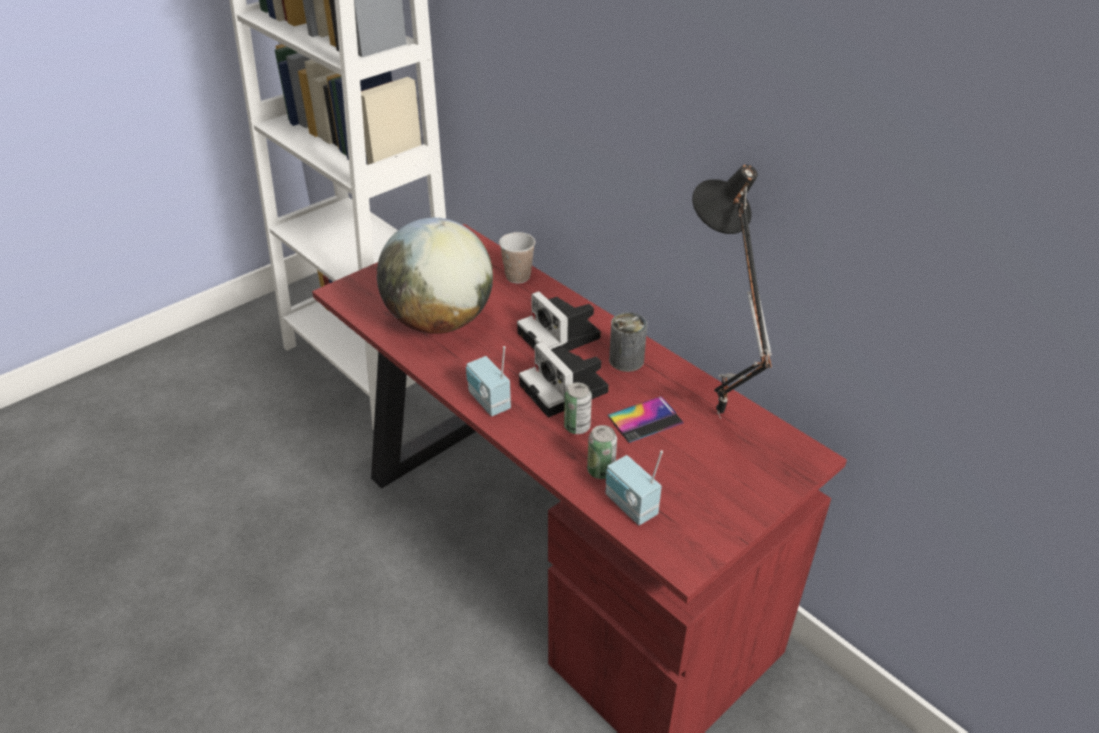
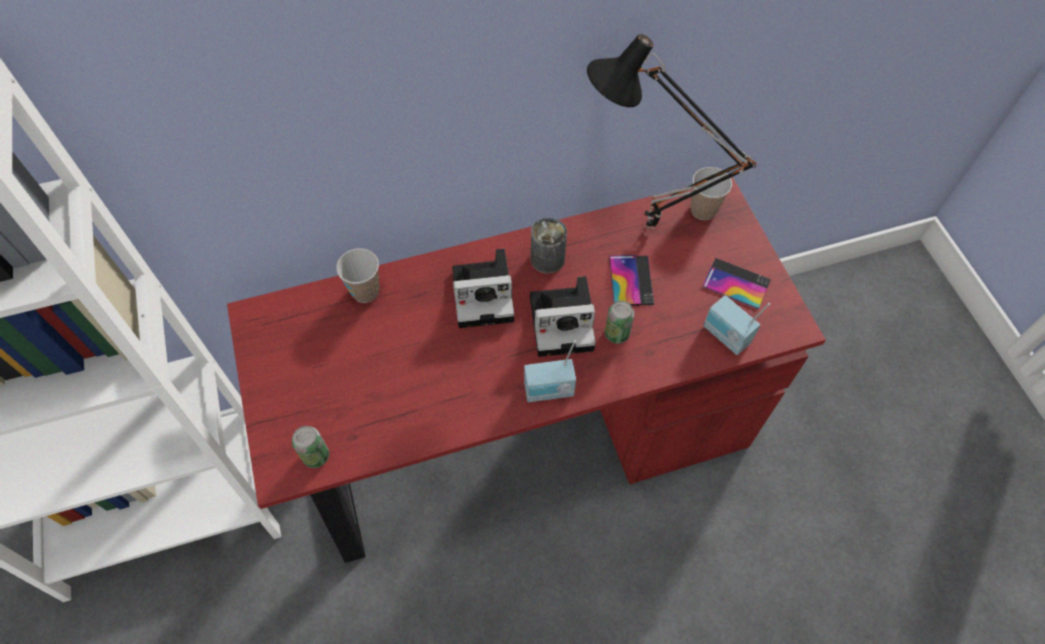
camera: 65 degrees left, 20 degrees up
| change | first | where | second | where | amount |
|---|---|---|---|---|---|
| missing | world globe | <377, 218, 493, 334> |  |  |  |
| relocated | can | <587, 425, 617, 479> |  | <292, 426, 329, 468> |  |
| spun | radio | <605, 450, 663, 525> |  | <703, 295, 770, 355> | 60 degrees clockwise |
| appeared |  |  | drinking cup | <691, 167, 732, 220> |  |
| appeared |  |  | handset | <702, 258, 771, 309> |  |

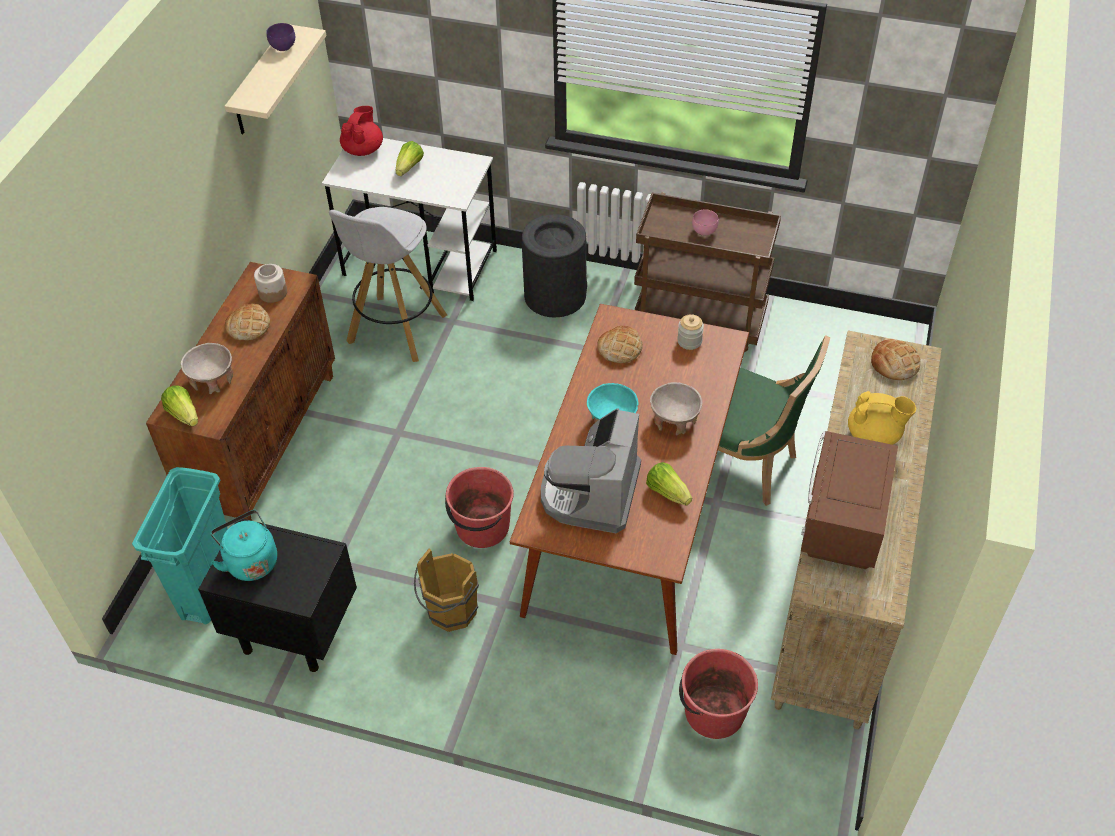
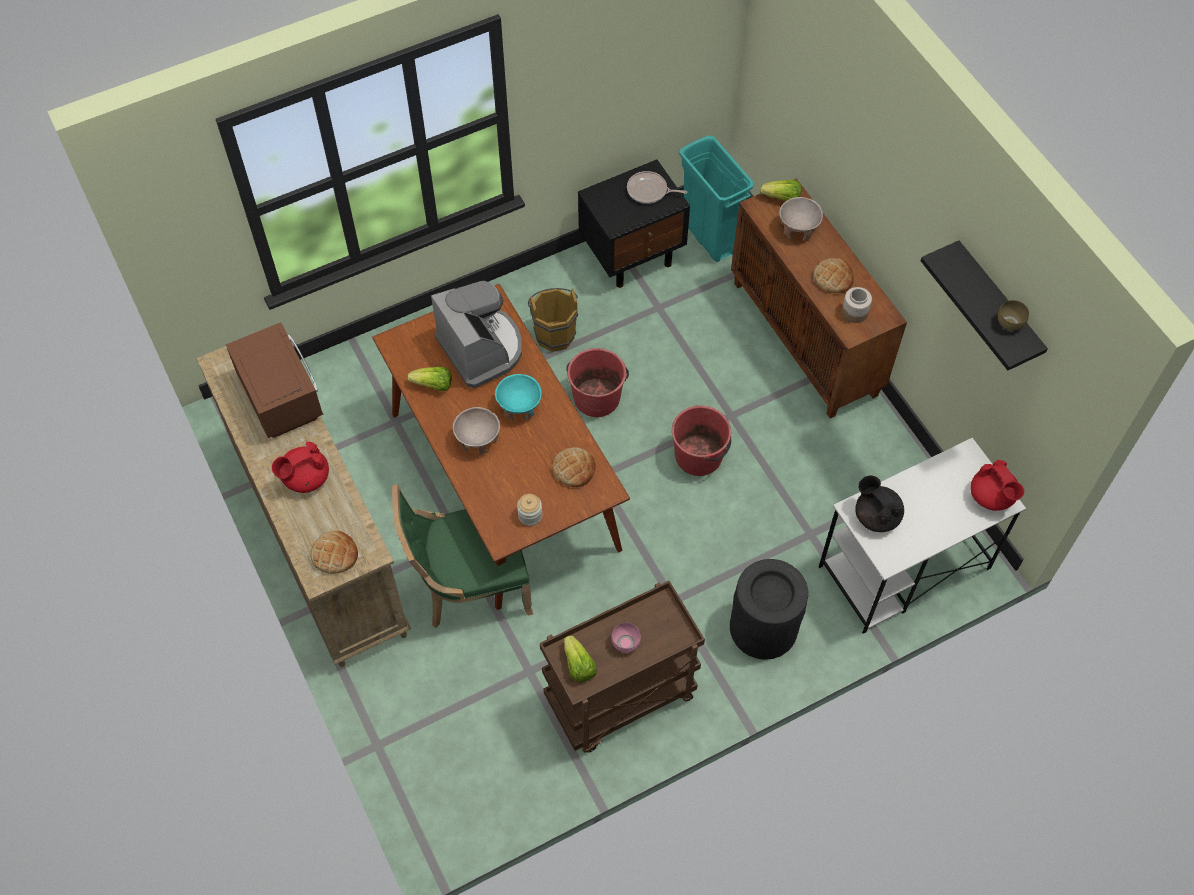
camera: 135 degrees right, 10 degrees up
| change | first | where | second | where | amount |
|---|---|---|---|---|---|
| exchanged | blue-green kettle | <211, 510, 277, 581> | frying pan | <627, 171, 687, 204> |  |
| colour | beige-coloured shelf | <224, 25, 326, 134> | black shelf | <921, 241, 1048, 371> |  |
| colour | purplish deep dish | <266, 23, 295, 51> | brown-coloured deep dish | <998, 300, 1029, 331> |  |
| missing | white-coloured sitting stool | <329, 207, 447, 362> |  |  |  |
| relocated | head of lettuce | <396, 141, 424, 176> |  | <564, 635, 597, 682> |  |
| relocated | red pail | <679, 649, 758, 739> |  | <672, 405, 731, 476> |  |
| colour | yellow teapot | <848, 391, 916, 445> | red teapot | <272, 442, 329, 493> |  |
| appeared |  |  | black teapot | <855, 475, 904, 532> |  |

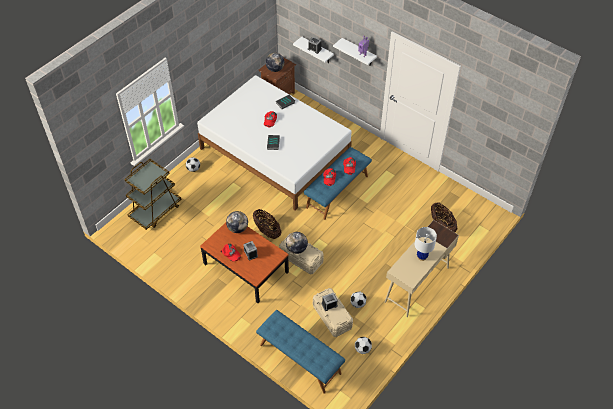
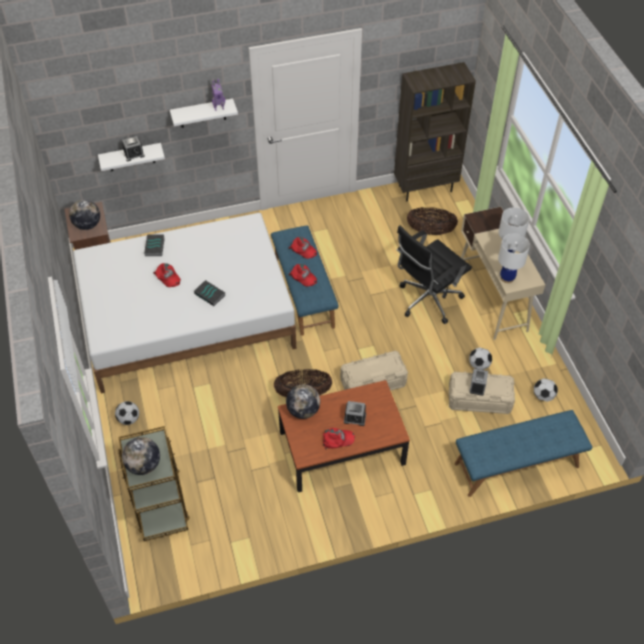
camera: 55 degrees left, 0 degrees up
| change | first | where | second | where | amount |
|---|---|---|---|---|---|
| relocated | world globe | <286, 232, 308, 254> |  | <122, 437, 160, 475> |  |
| appeared |  |  | brown-coloured bookcase | <394, 62, 476, 201> |  |
| appeared |  |  | black office chair | <397, 225, 472, 324> |  |
| appeared |  |  | white-coloured table lamp | <498, 233, 530, 283> |  |

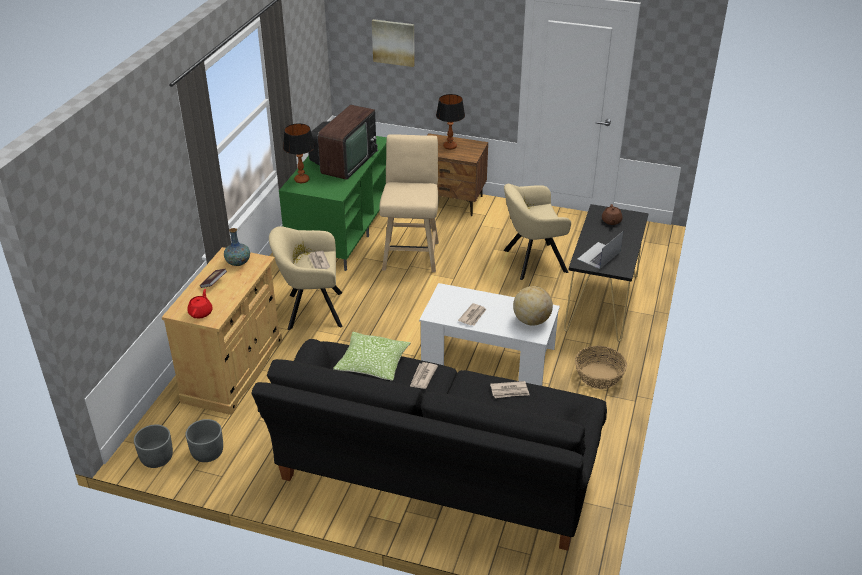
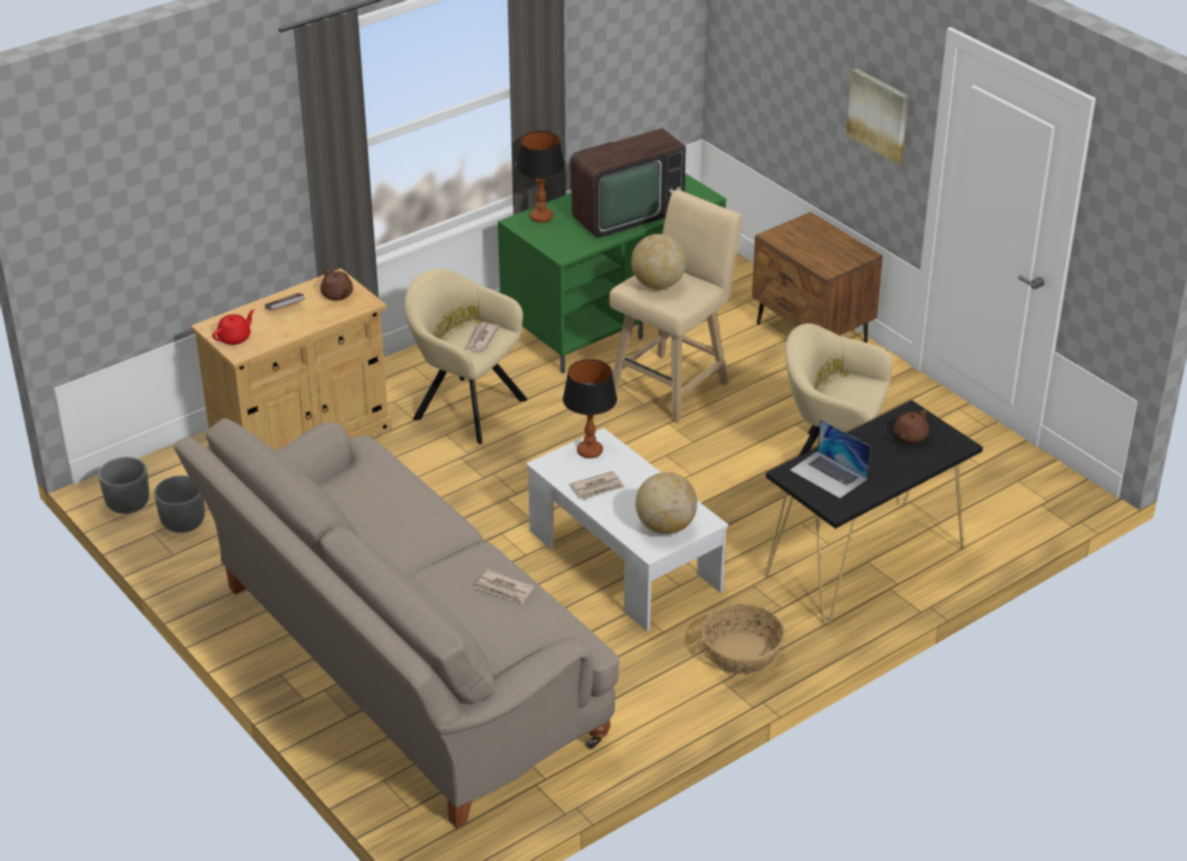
camera: 35 degrees right, 0 degrees up
| change | first | where | second | where | amount |
|---|---|---|---|---|---|
| exchanged | flower vase | <224, 228, 250, 266> | brown-coloured teapot | <320, 269, 353, 301> |  |
| colour | black sofa | <251, 339, 607, 551> | beige-coloured sofa | <173, 418, 619, 828> |  |
| missing | cushion | <333, 332, 411, 381> |  |  |  |
| relocated | wall picture | <372, 19, 415, 67> |  | <846, 68, 908, 164> |  |
| missing | newspaper | <410, 362, 438, 389> |  |  |  |
| relocated | table lamp | <436, 94, 465, 149> |  | <563, 359, 617, 458> |  |
| spun | laptop | <578, 231, 623, 269> |  | <790, 419, 871, 498> | 120 degrees counterclockwise |
| appeared |  |  | world globe | <631, 234, 686, 289> |  |

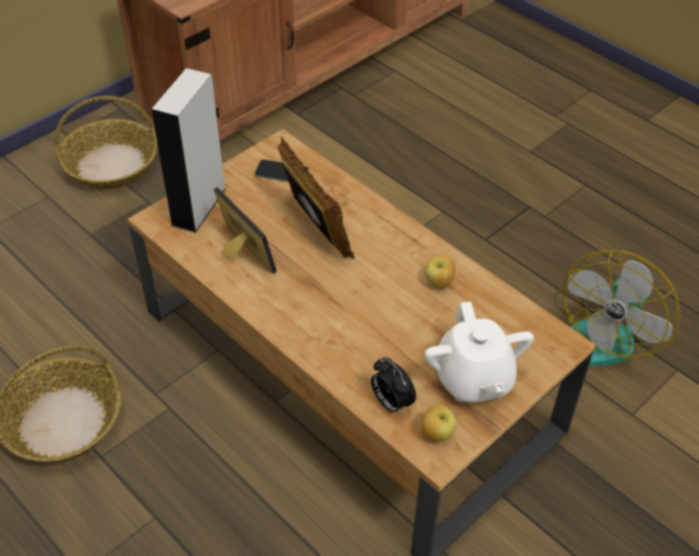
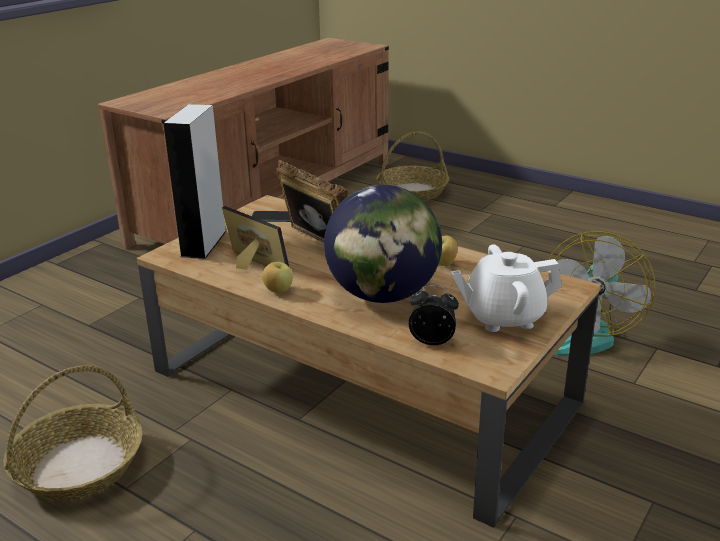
camera: 10 degrees left, 20 degrees down
| change | first | where | second | where | amount |
|---|---|---|---|---|---|
| relocated | storage basket | <54, 96, 158, 189> |  | <376, 131, 449, 201> |  |
| spun | table clock | <371, 358, 416, 415> |  | <409, 285, 459, 345> | 150 degrees clockwise |
| relocated | apple fruit | <421, 405, 456, 441> |  | <262, 262, 293, 293> |  |
| spun | white-coloured teapot | <424, 302, 534, 403> |  | <450, 244, 562, 332> | 105 degrees clockwise |
| appeared |  |  | world globe | <324, 185, 442, 303> |  |

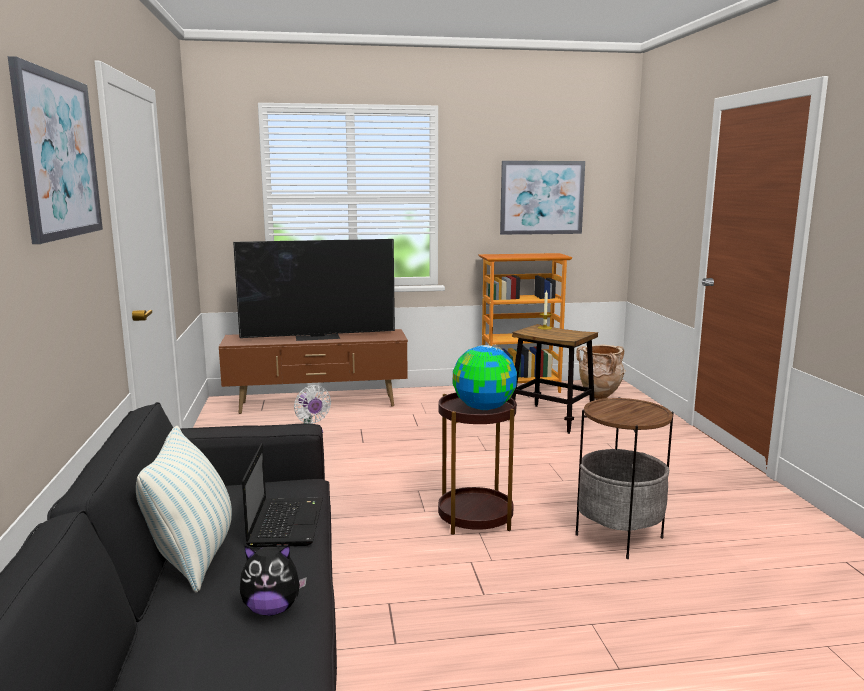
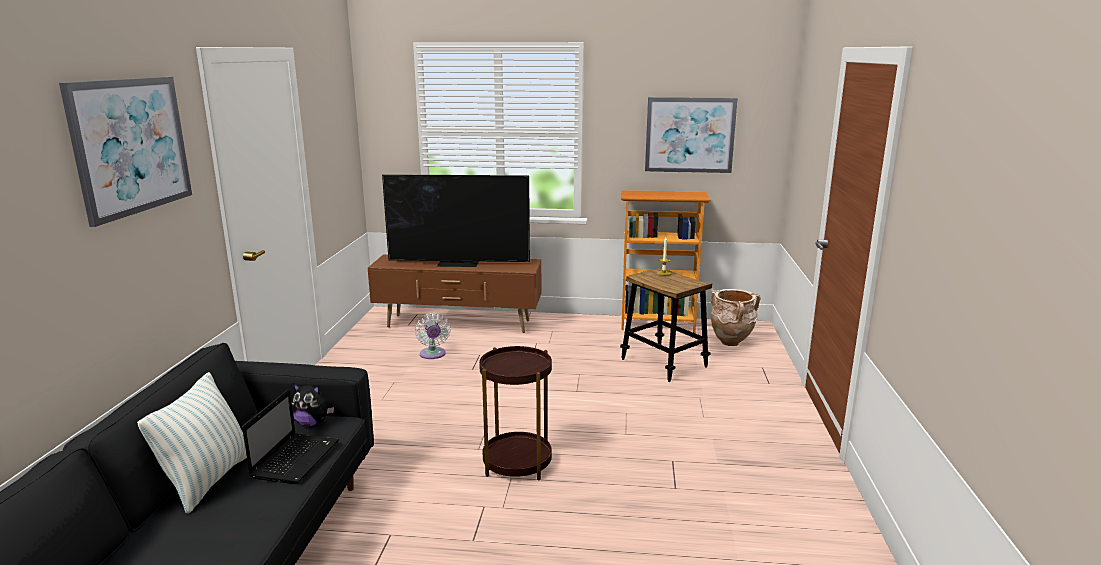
camera: 15 degrees right, 5 degrees up
| change | first | where | second | where | amount |
|---|---|---|---|---|---|
| relocated | soft toy | <240, 544, 307, 616> |  | <291, 383, 334, 427> |  |
| missing | world globe | <453, 345, 517, 410> |  |  |  |
| missing | side table | <575, 397, 673, 559> |  |  |  |

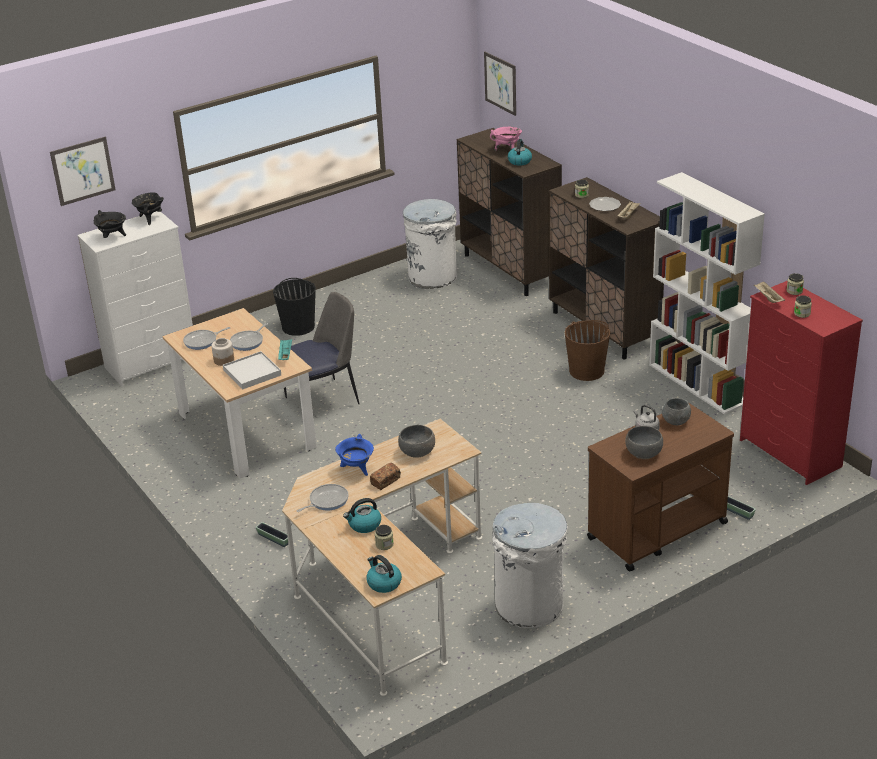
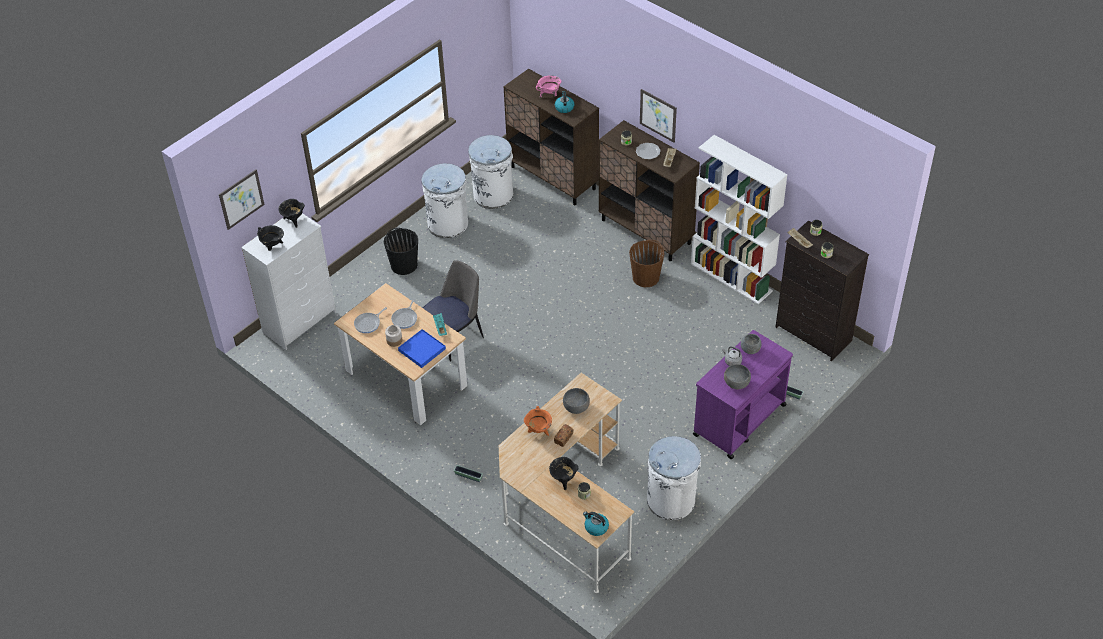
camera: 15 degrees left, 15 degrees up
| change | first | where | second | where | amount |
|---|---|---|---|---|---|
| colour | white-coloured carrying tray | <223, 351, 281, 390> | bluish carrying tray | <398, 329, 446, 368> |  |
| missing | frying pan | <297, 484, 349, 512> |  |  |  |
| colour | bluish saucepot | <335, 434, 374, 476> | orange saucepot | <524, 406, 552, 436> |  |
| exchanged | kettle | <343, 498, 381, 533> | black saucepot | <549, 457, 578, 490> |  |
| relocated | wall picture | <484, 51, 516, 116> |  | <640, 89, 677, 143> |  |
| colour | brown-coloured cart | <587, 403, 734, 571> | purplish cart | <693, 330, 793, 459> |  |
| colour | red dresser | <740, 280, 863, 485> | black dresser | <775, 221, 869, 361> |  |
| appeared |  |  | white-coloured trash can | <422, 163, 468, 238> |  |

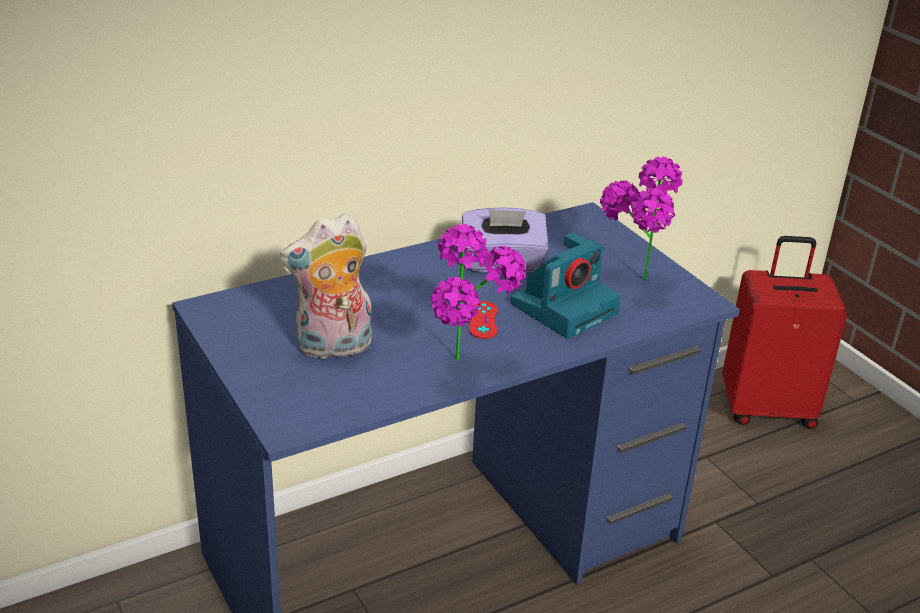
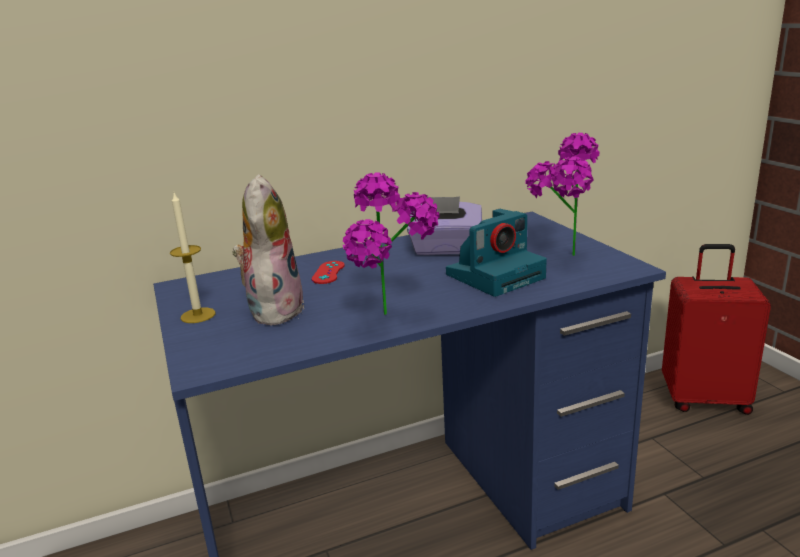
camera: 10 degrees right, 10 degrees down
| change | first | where | second | where | amount |
|---|---|---|---|---|---|
| spun | soft toy | <280, 214, 372, 359> |  | <233, 174, 304, 325> | 105 degrees clockwise |
| relocated | red gamepad | <469, 301, 498, 339> |  | <312, 261, 345, 284> |  |
| appeared |  |  | candle | <170, 193, 215, 323> |  |

